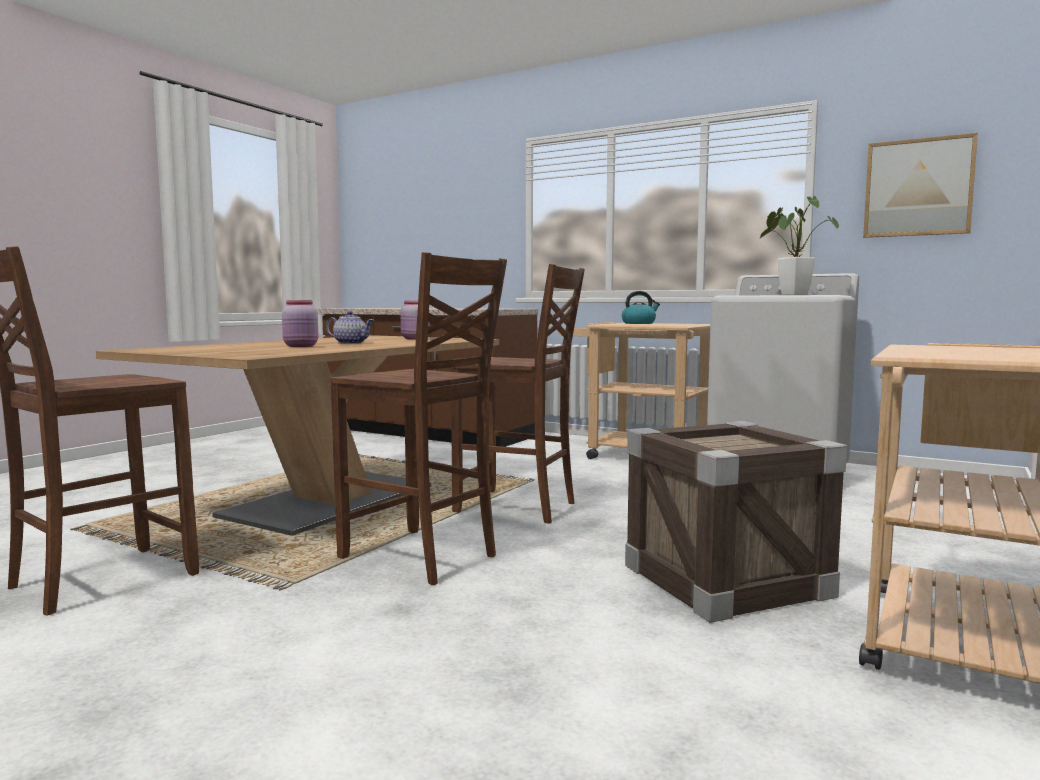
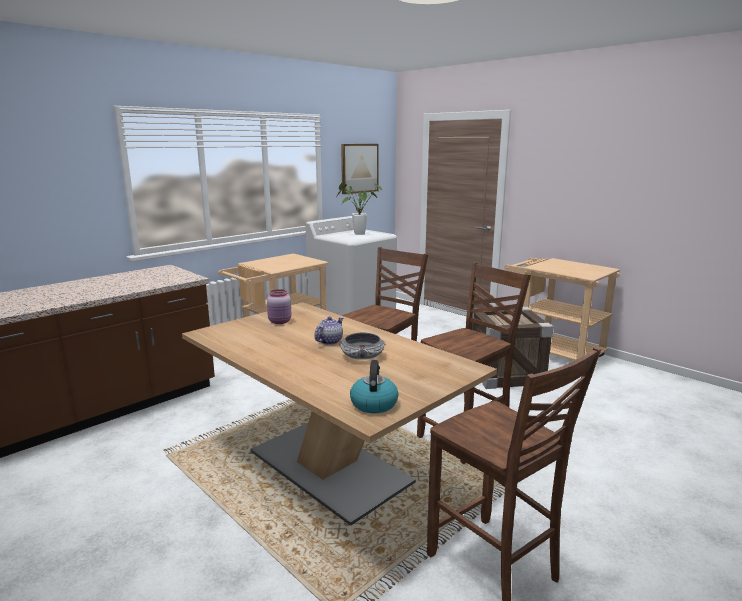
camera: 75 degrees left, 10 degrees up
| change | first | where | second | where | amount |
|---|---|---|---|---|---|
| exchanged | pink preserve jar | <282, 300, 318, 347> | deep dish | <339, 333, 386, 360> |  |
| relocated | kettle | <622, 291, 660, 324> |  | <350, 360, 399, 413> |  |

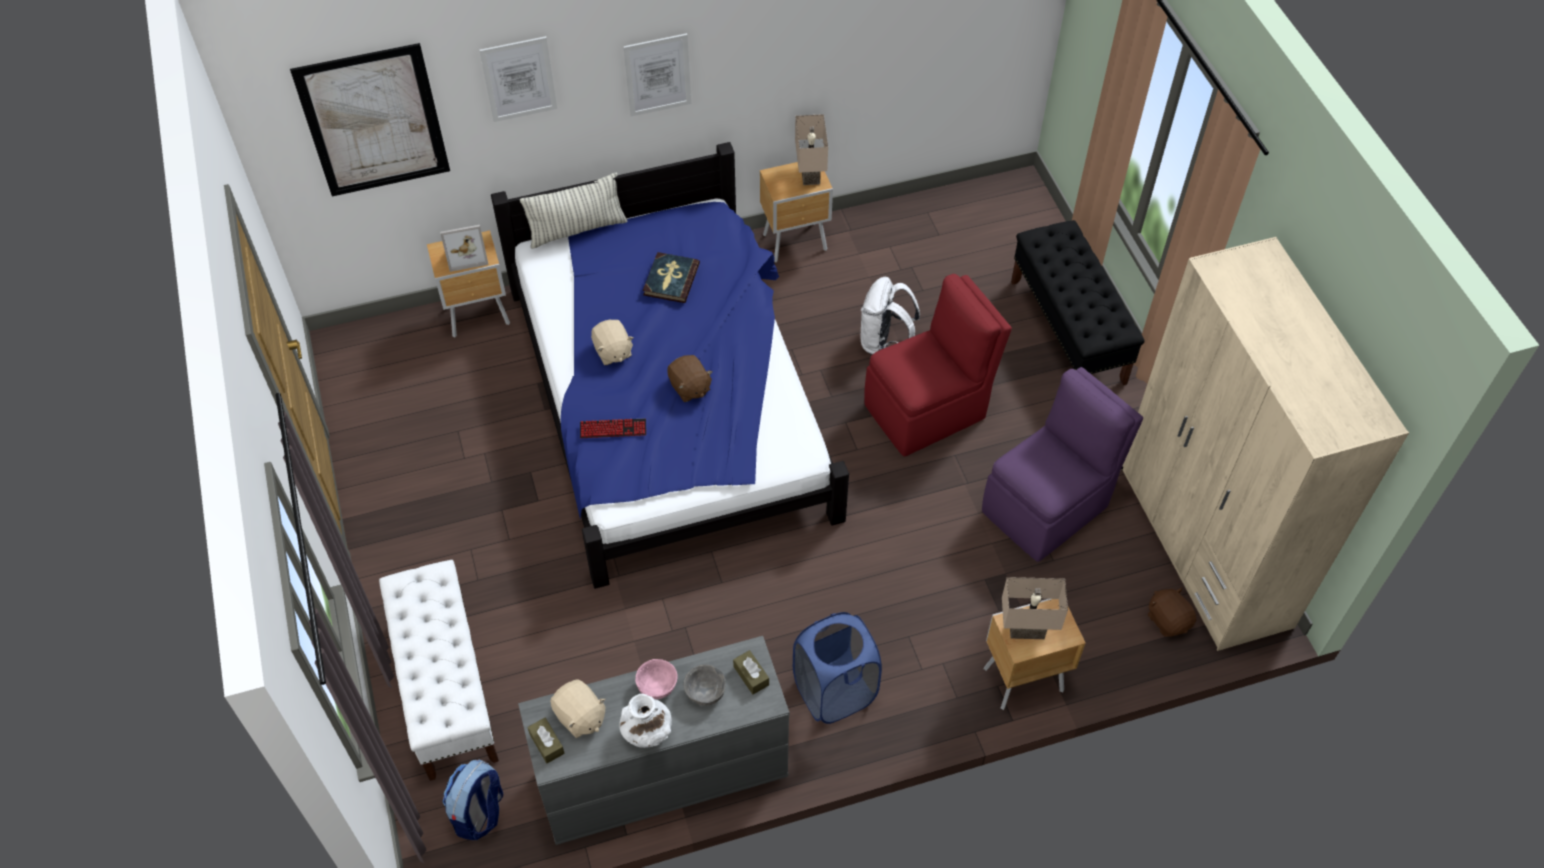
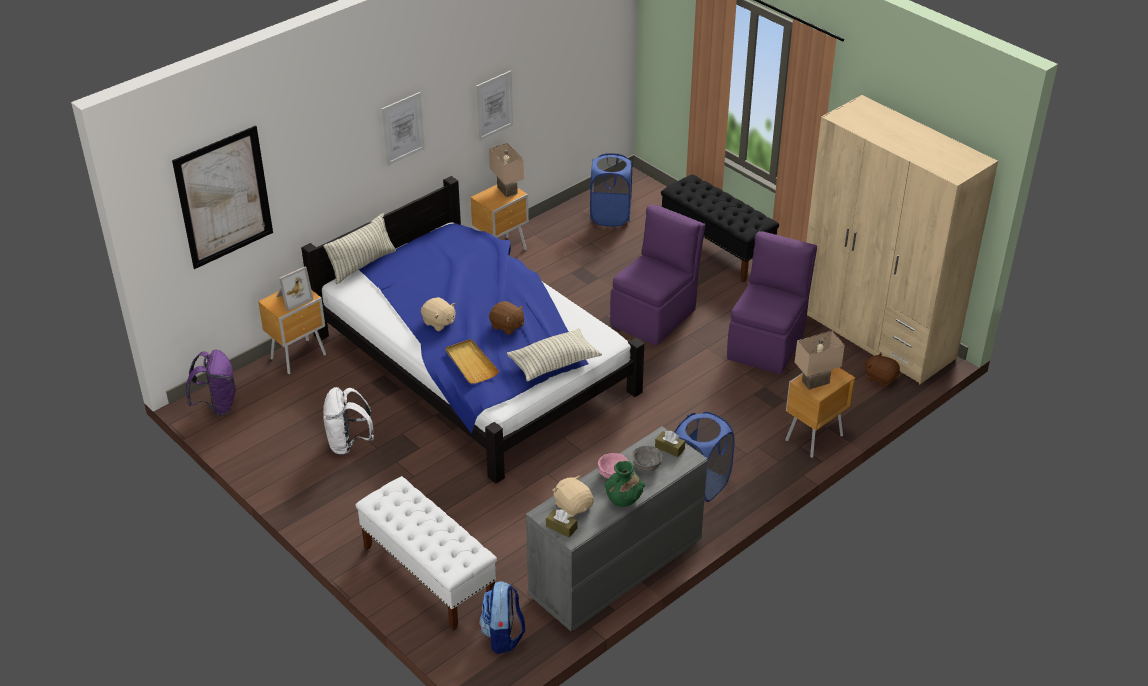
camera: 25 degrees left, 15 degrees down
| change | first | where | second | where | amount |
|---|---|---|---|---|---|
| relocated | wall picture | <480, 36, 557, 122> |  | <476, 70, 513, 141> |  |
| spun | beige-coloured soft toy | <550, 679, 606, 738> |  | <553, 475, 594, 517> | 150 degrees counterclockwise |
| exchanged | PC keyboard | <580, 418, 646, 438> | beige-coloured carrying tray | <446, 339, 499, 384> |  |
| colour | white-coloured flower vase | <620, 694, 672, 748> | greenish flower vase | <605, 461, 645, 507> |  |
| missing | volume | <643, 252, 700, 303> |  |  |  |
| relocated | white-coloured rucksack | <861, 277, 920, 355> |  | <323, 387, 374, 455> |  |
| colour | red upright chair | <864, 274, 1012, 456> | purplish upright chair | <610, 204, 705, 345> |  |
| appeared |  |  | purplish rucksack | <186, 350, 236, 416> |  |
| appeared |  |  | cushion | <507, 328, 602, 381> |  |
| appeared |  |  | bluish washing basket | <590, 153, 632, 226> |  |

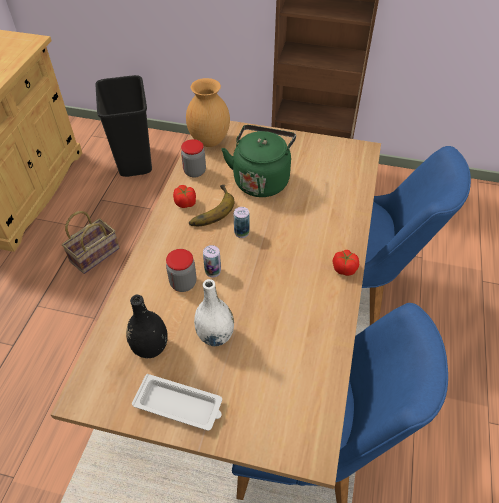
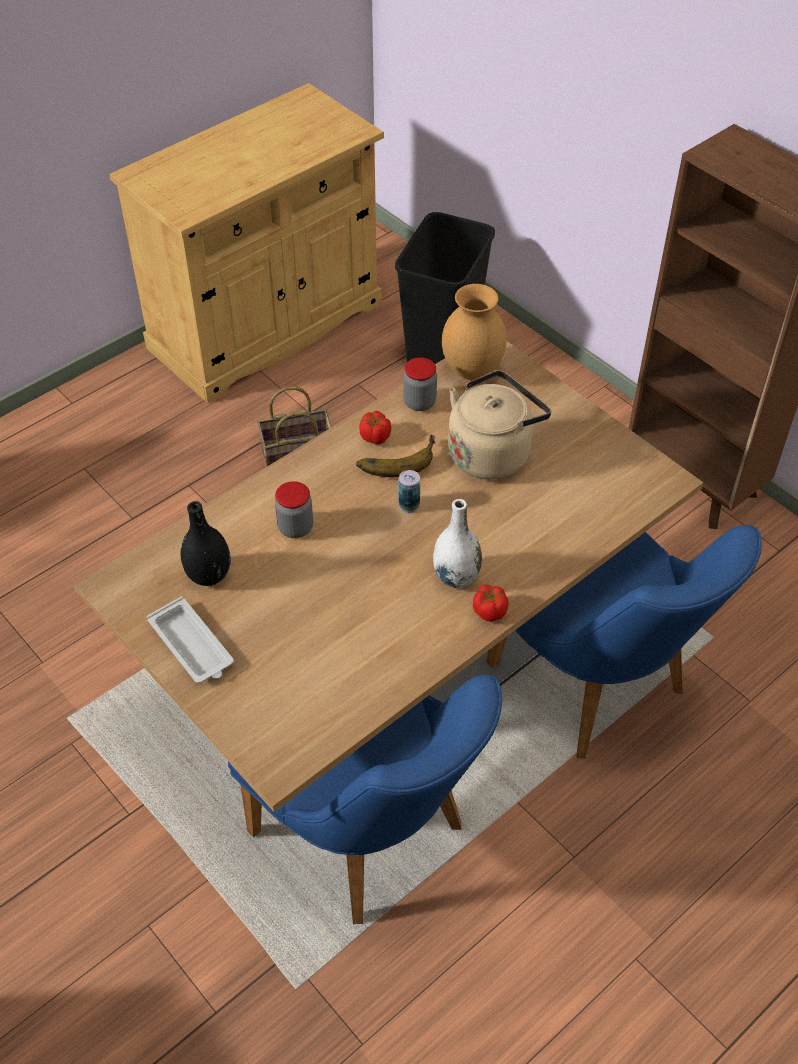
camera: 35 degrees right, 0 degrees up
| change | first | where | second | where | amount |
|---|---|---|---|---|---|
| relocated | white-coloured flower vase | <194, 279, 234, 346> |  | <433, 499, 482, 588> |  |
| missing | can | <203, 245, 221, 277> |  |  |  |
| colour | greenish kettle | <221, 125, 296, 197> | beige-coloured kettle | <448, 370, 551, 480> |  |

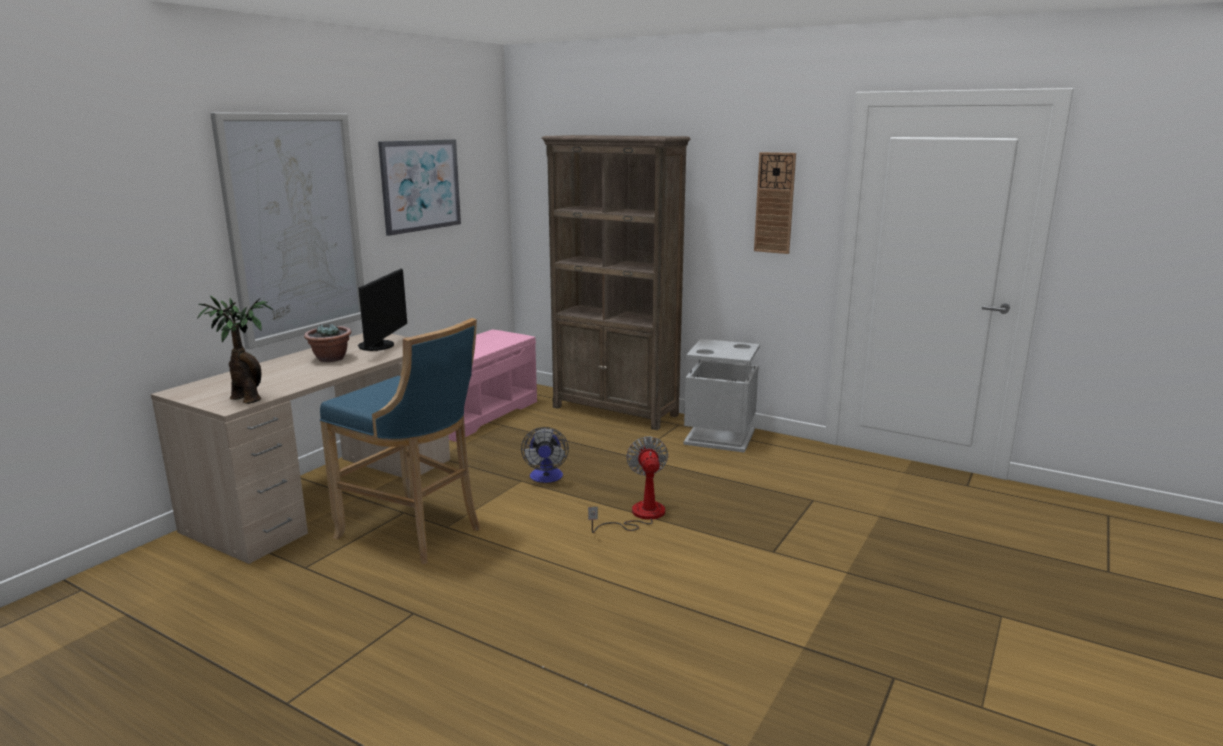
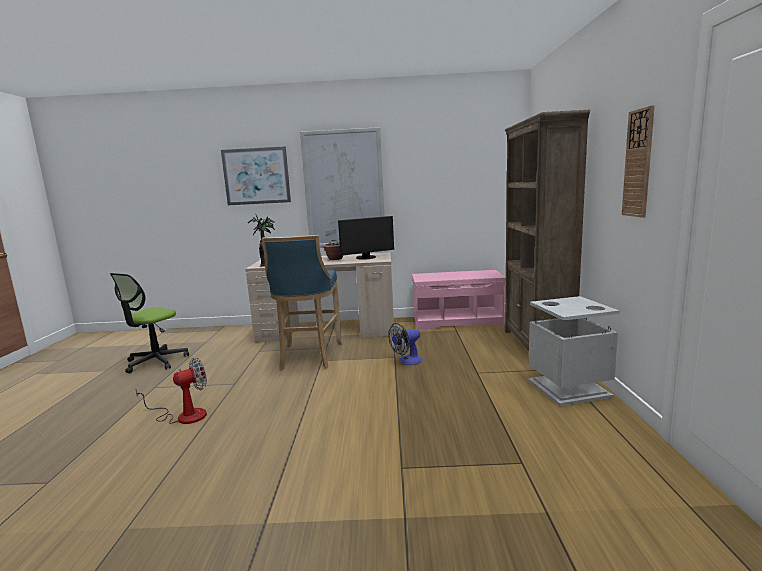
camera: 60 degrees right, 5 degrees down
| change | first | where | second | where | amount |
|---|---|---|---|---|---|
| relocated | wall picture | <378, 139, 461, 236> |  | <221, 146, 291, 205> |  |
| relocated | fan | <588, 436, 668, 533> |  | <135, 358, 207, 424> |  |
| appeared |  |  | office chair | <110, 273, 189, 373> |  |

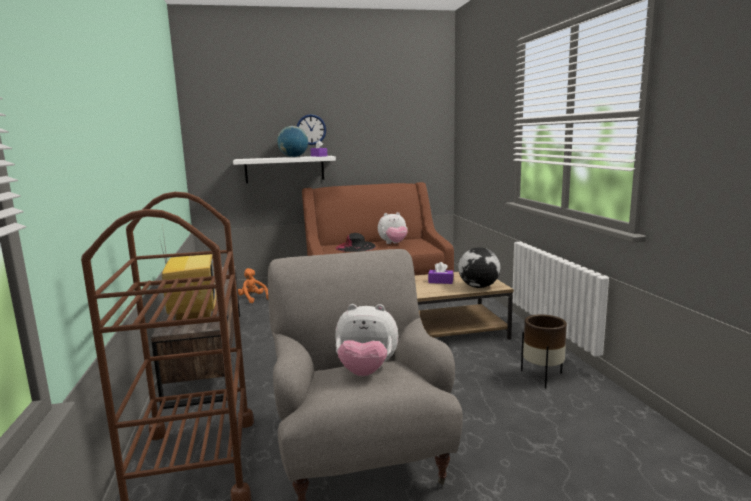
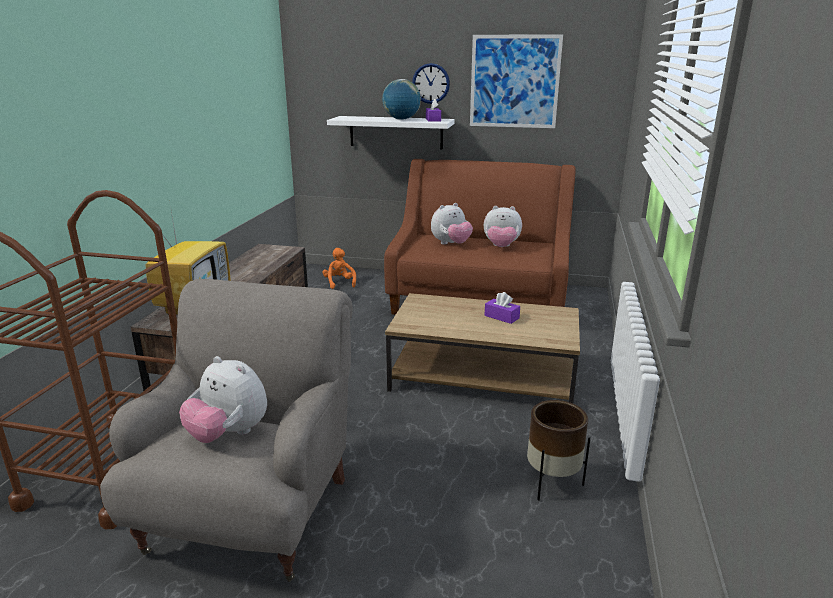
camera: 25 degrees right, 10 degrees up
| change | first | where | second | where | amount |
|---|---|---|---|---|---|
| exchanged | black hat | <336, 233, 376, 252> | soft toy | <431, 203, 473, 244> |  |
| missing | world globe | <458, 247, 501, 288> |  |  |  |
| appeared |  |  | wall picture | <470, 34, 563, 128> |  |

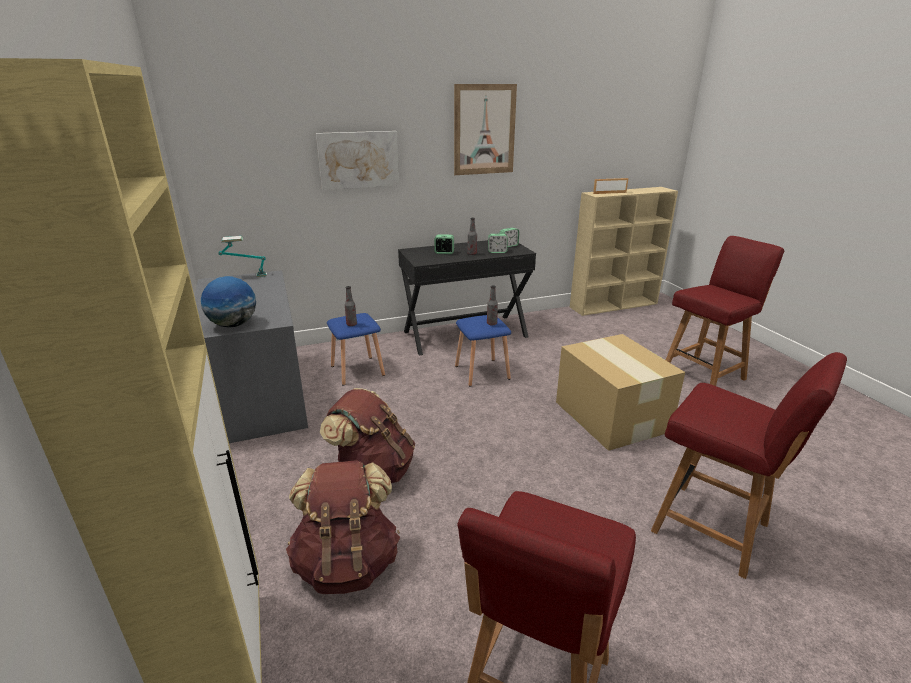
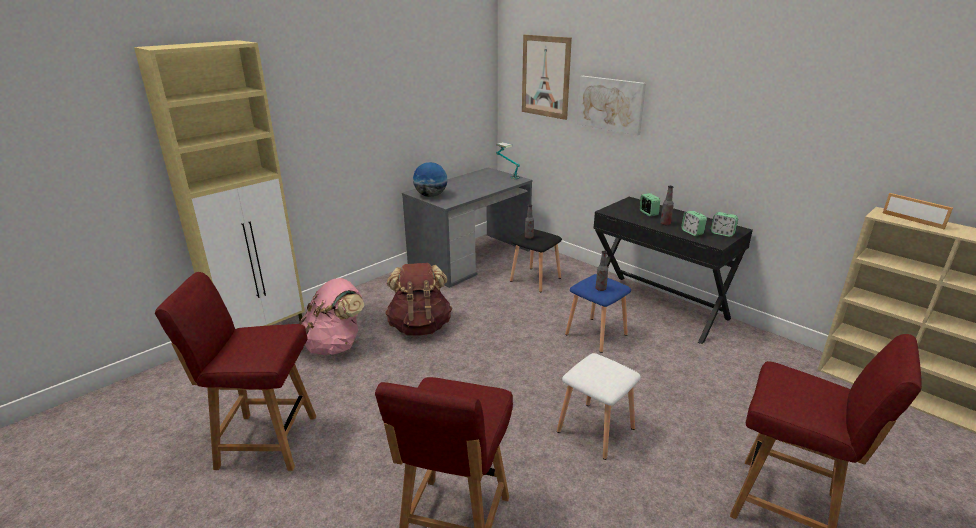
camera: 65 degrees right, 0 degrees up
| change | first | where | second | where | amount |
|---|---|---|---|---|---|
| colour | brown-coloured rucksack | <286, 460, 400, 594> | pink rucksack | <299, 278, 365, 355> |  |
| colour | bluish sitting stool | <327, 313, 385, 386> | black sitting stool | <510, 229, 562, 292> |  |
| relocated | wall picture | <454, 84, 517, 175> |  | <522, 35, 572, 120> |  |
| exchanged | cardboard box | <556, 334, 685, 451> | white-coloured sitting stool | <557, 353, 641, 460> |  |

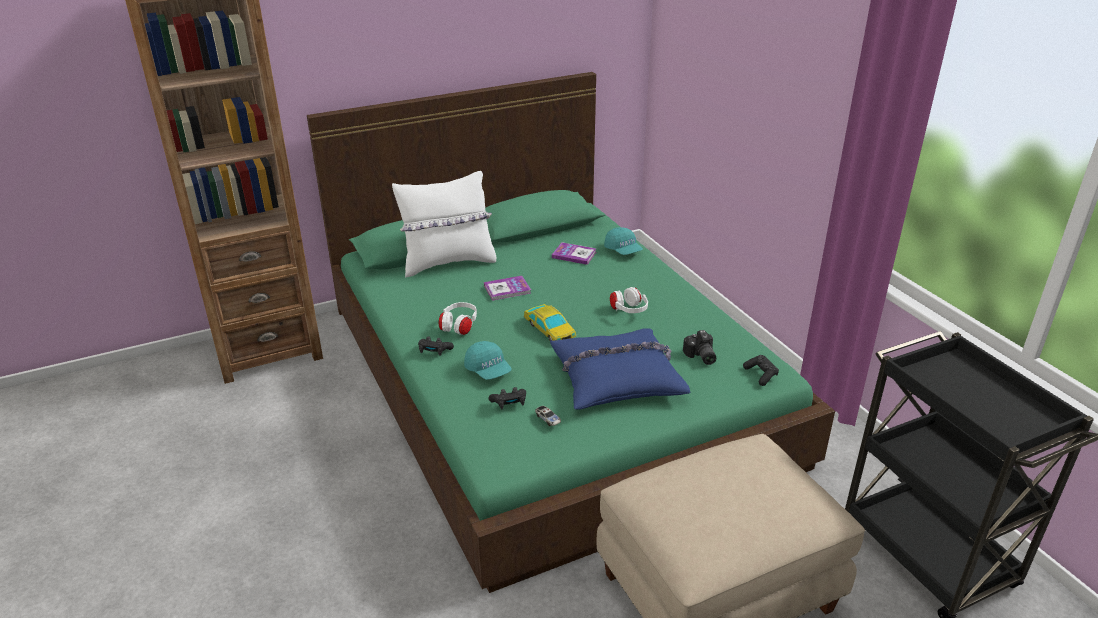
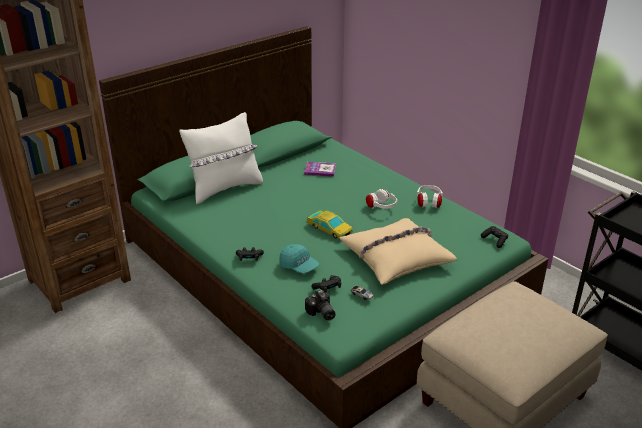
camera: 15 degrees left, 0 degrees up
| change | first | where | second | where | amount |
|---|---|---|---|---|---|
| relocated | white-coloured headphones | <439, 302, 477, 335> |  | <417, 185, 443, 208> |  |
| missing | volume | <484, 276, 531, 301> |  |  |  |
| colour | bluish cushion | <550, 328, 691, 410> | beige-coloured cushion | <339, 218, 457, 285> |  |
| missing | blue-green cap | <604, 227, 643, 255> |  |  |  |
| relocated | photo camera | <683, 330, 716, 365> |  | <305, 290, 335, 321> |  |

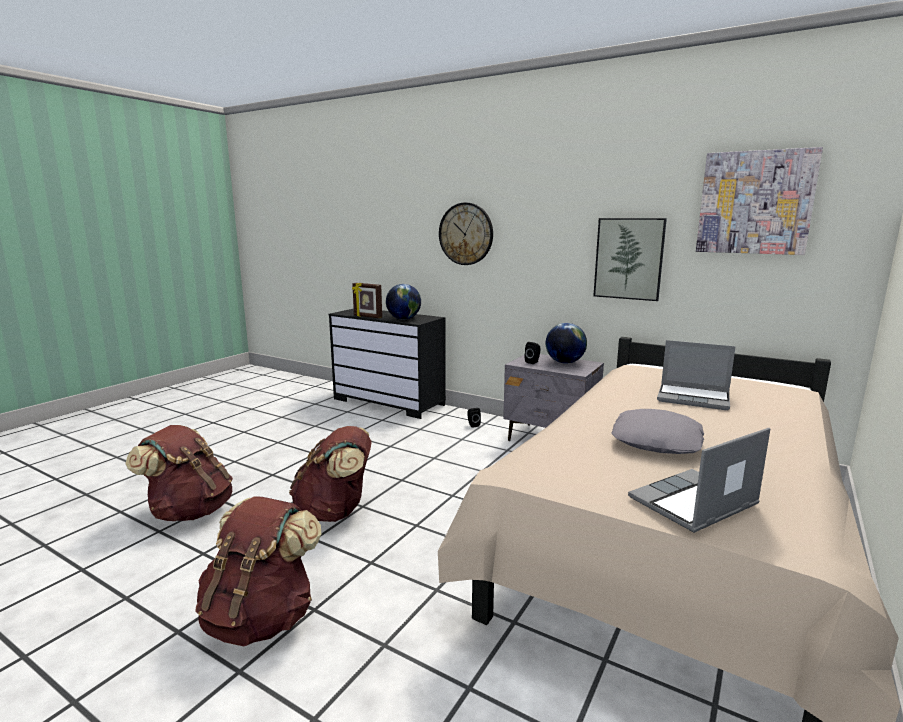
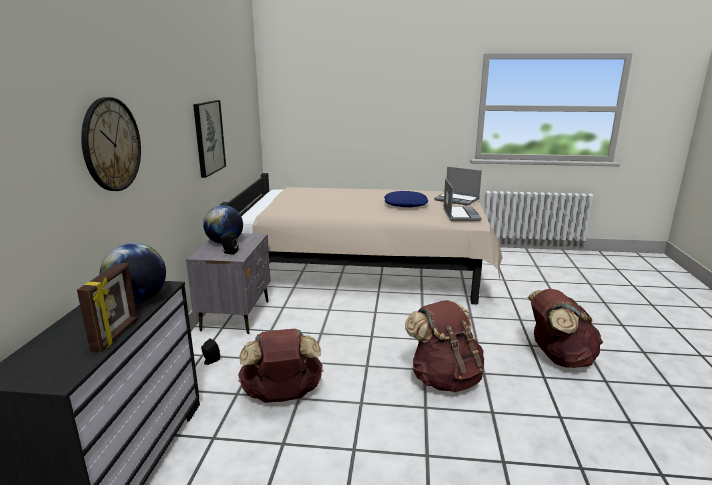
camera: 115 degrees left, 5 degrees up
| change | first | where | second | where | amount |
|---|---|---|---|---|---|
| relocated | brown-coloured rucksack | <125, 425, 233, 521> |  | <238, 329, 323, 403> |  |
| colour | greyish cushion | <611, 409, 704, 454> | bluish cushion | <384, 191, 428, 207> |  |
| relocated | laptop | <657, 340, 736, 410> |  | <443, 178, 482, 221> |  |
| missing | wall picture | <696, 147, 823, 255> |  |  |  |

